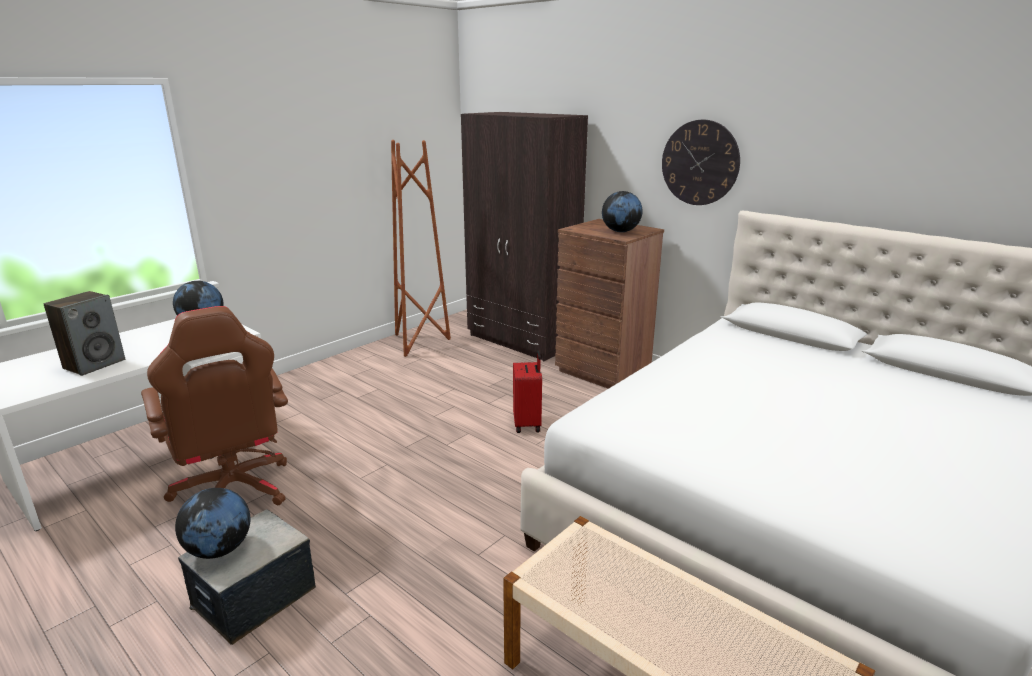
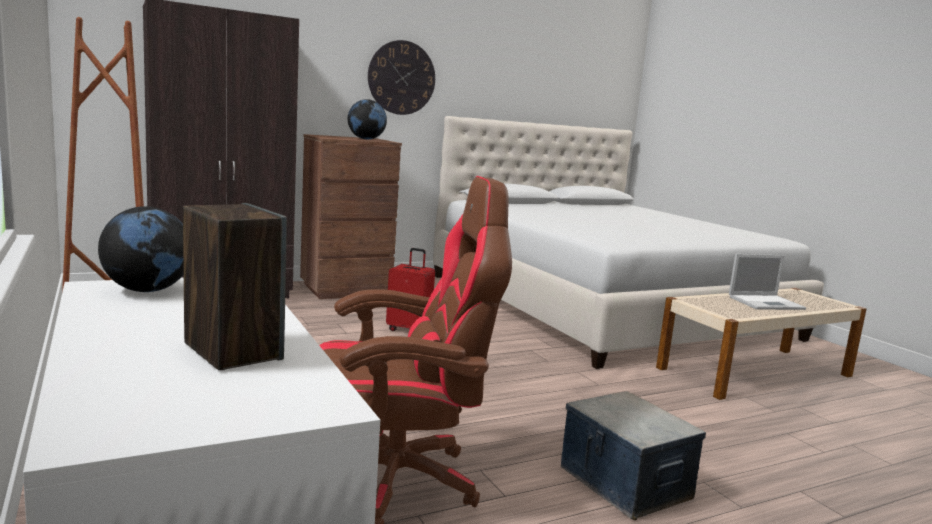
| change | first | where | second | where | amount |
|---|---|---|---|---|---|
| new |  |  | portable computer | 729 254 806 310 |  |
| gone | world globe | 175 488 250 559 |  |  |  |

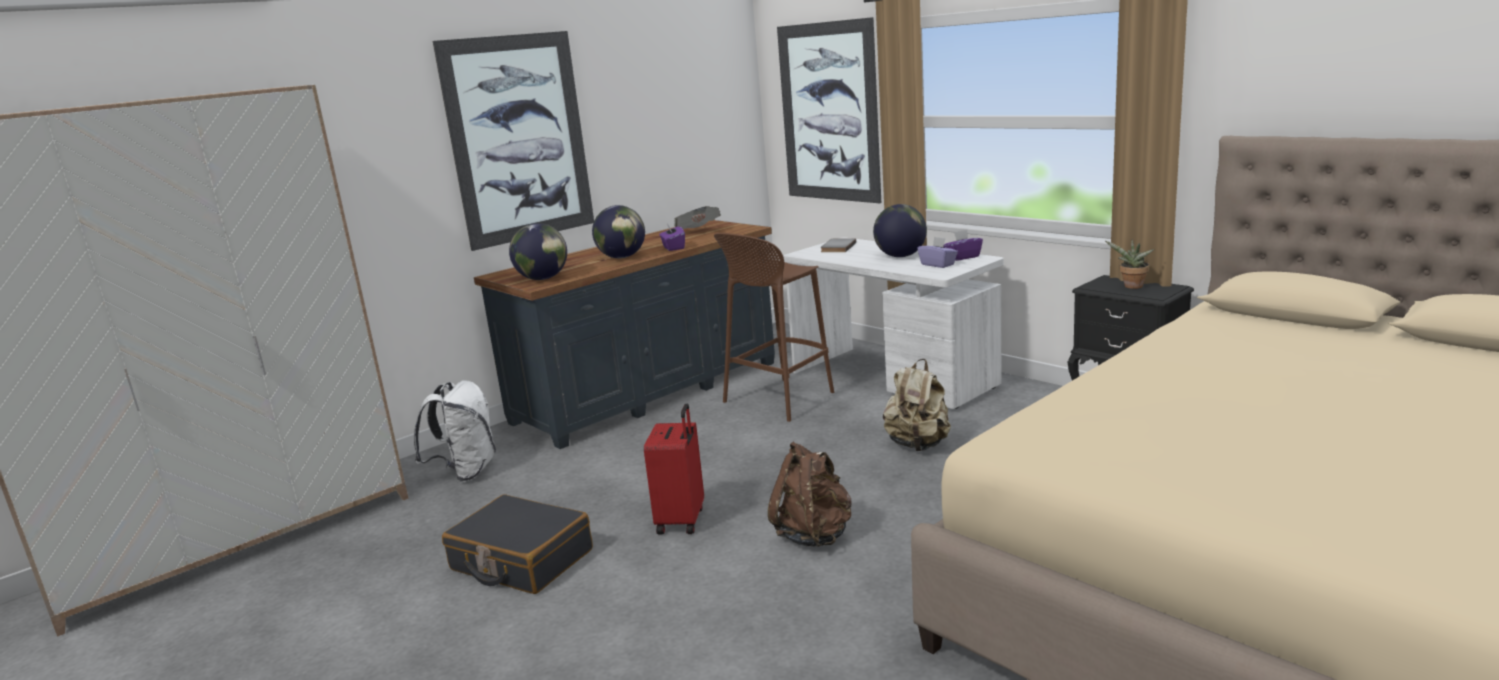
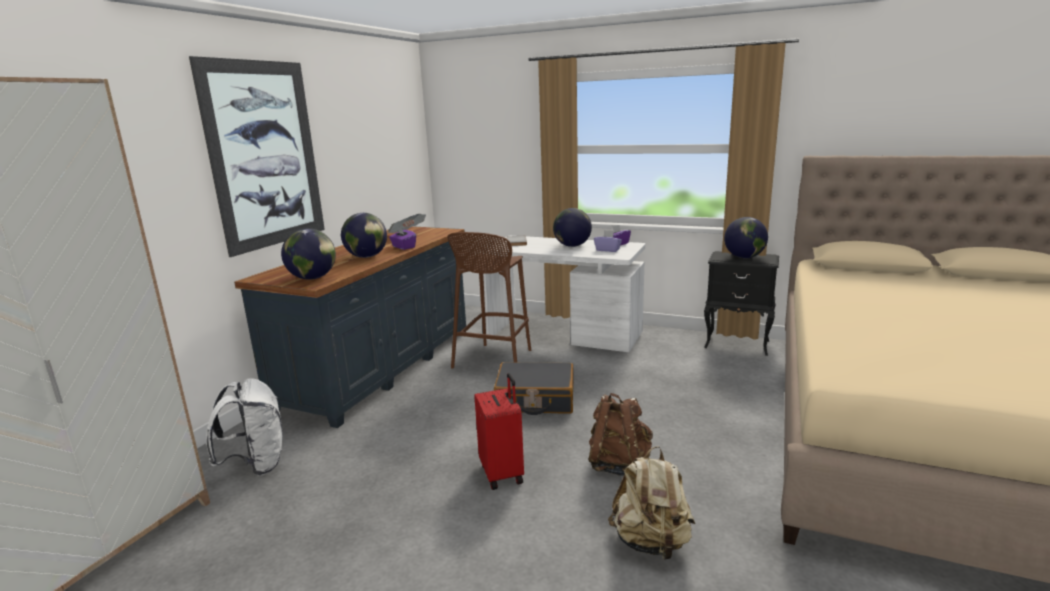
| change | first | where | second | where | amount |
|---|---|---|---|---|---|
| shifted | black travel case | 442 494 593 594 |  | 494 362 574 415 |  |
| shifted | beige knapsack | 883 359 951 451 |  | 608 446 695 561 |  |
| swapped | plant in a pot | 1105 239 1154 289 | world globe | 724 217 768 258 |  |
| gone | picture | 777 17 881 203 |  |  |  |

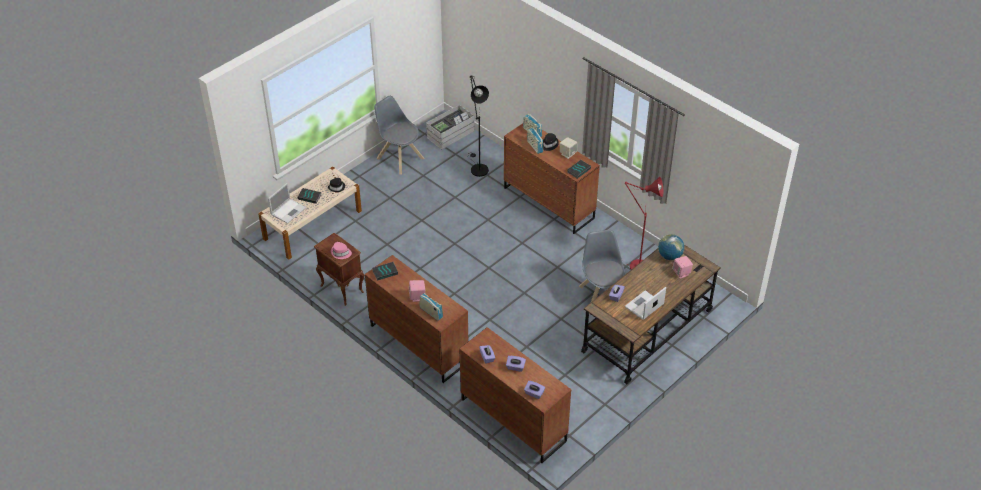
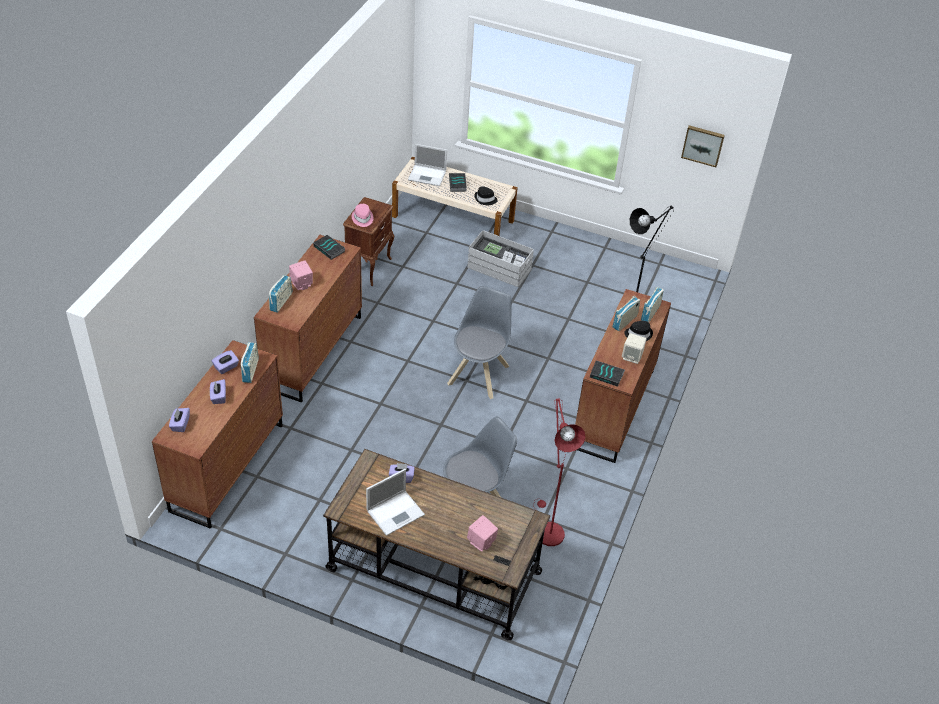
| change | first | where | second | where | amount |
|---|---|---|---|---|---|
| new |  |  | radio set | 241 342 259 383 |  |
| rotated | portable computer | 625 287 666 320 |  | 366 469 425 536 | 120 degrees clockwise |
| shifted | gray plain chair | 374 96 424 175 |  | 447 286 512 399 |  |
| shifted | gray storage bin | 426 105 474 149 |  | 467 230 534 287 |  |
| new |  |  | picture | 681 125 725 167 |  |
| gone | world globe | 658 234 684 260 |  |  |  |

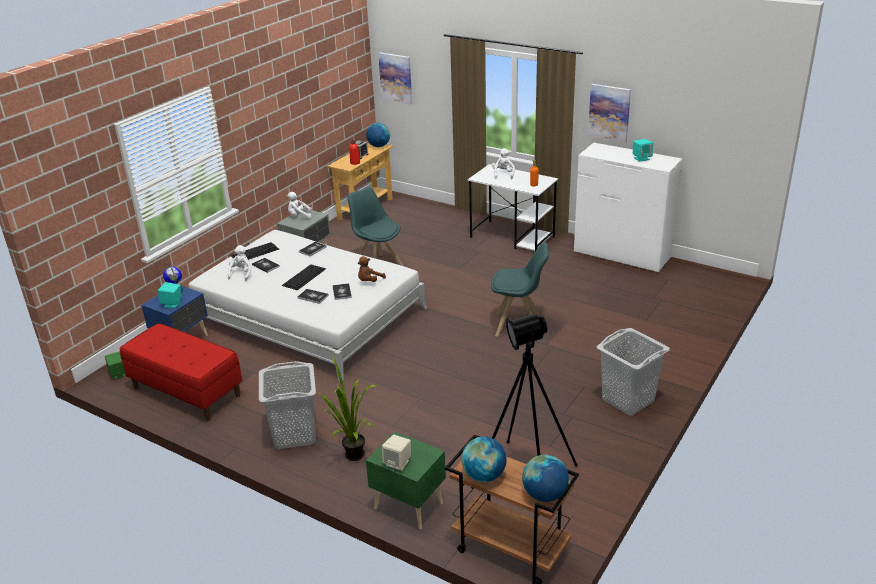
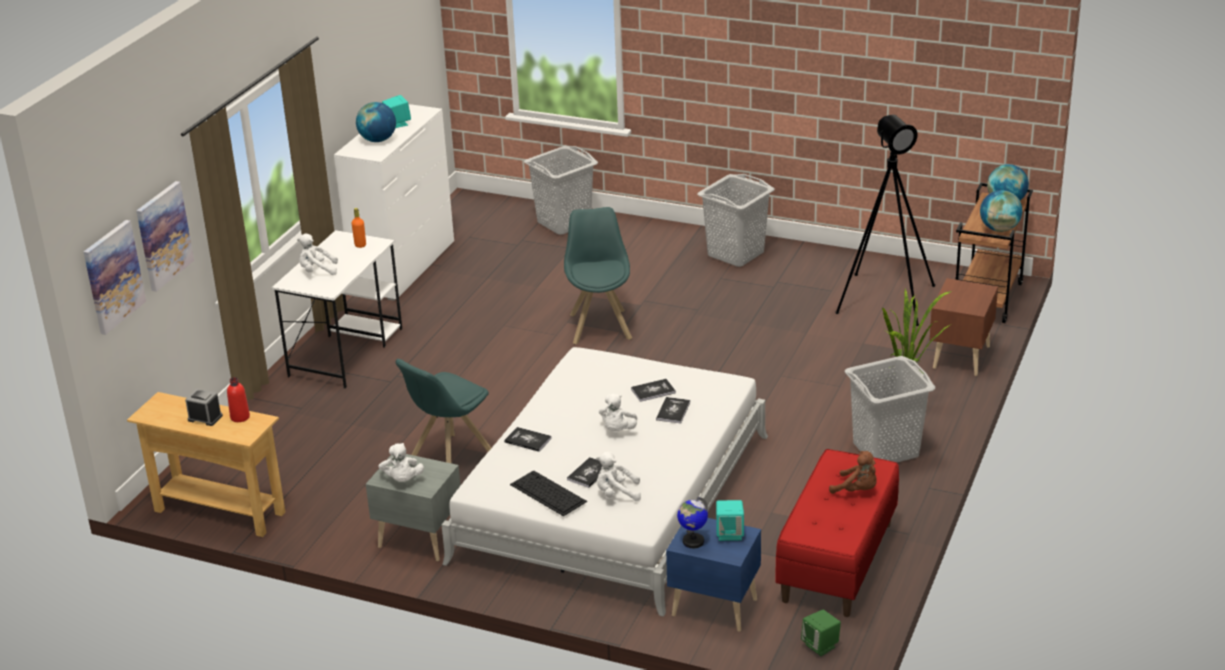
| change | first | where | second | where | amount |
|---|---|---|---|---|---|
| shifted | picture | 588 84 631 143 |  | 136 181 194 292 |  |
| shifted | world globe | 366 123 390 147 |  | 356 102 396 142 |  |
| new |  |  | gray laundry basket | 524 146 598 235 |  |
| swapped | PC keyboard | 282 264 326 290 | whitish soft toy | 599 393 637 431 |  |
| shifted | brownish soft toy | 357 256 386 282 |  | 829 451 877 494 |  |
| repainted | green night table | 366 431 446 529 | brownish night table | 929 278 998 376 |  |
| gone | beige audio speaker | 382 435 411 471 |  |  |  |

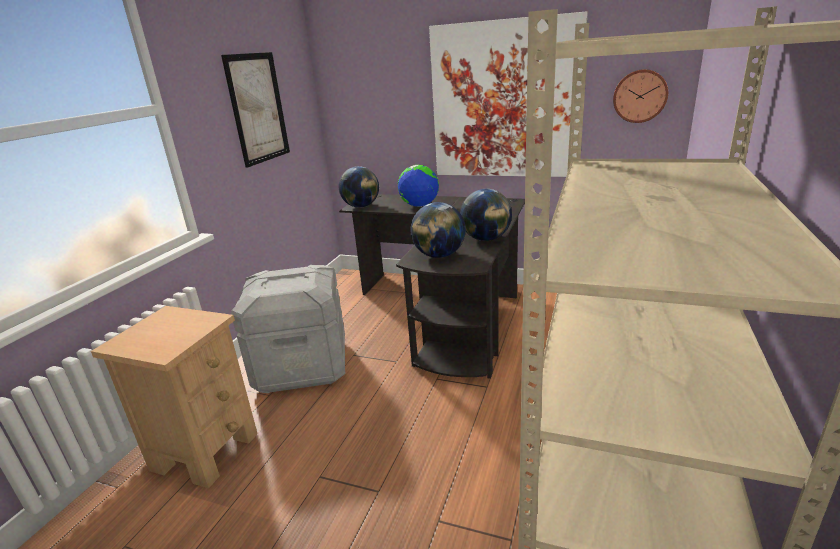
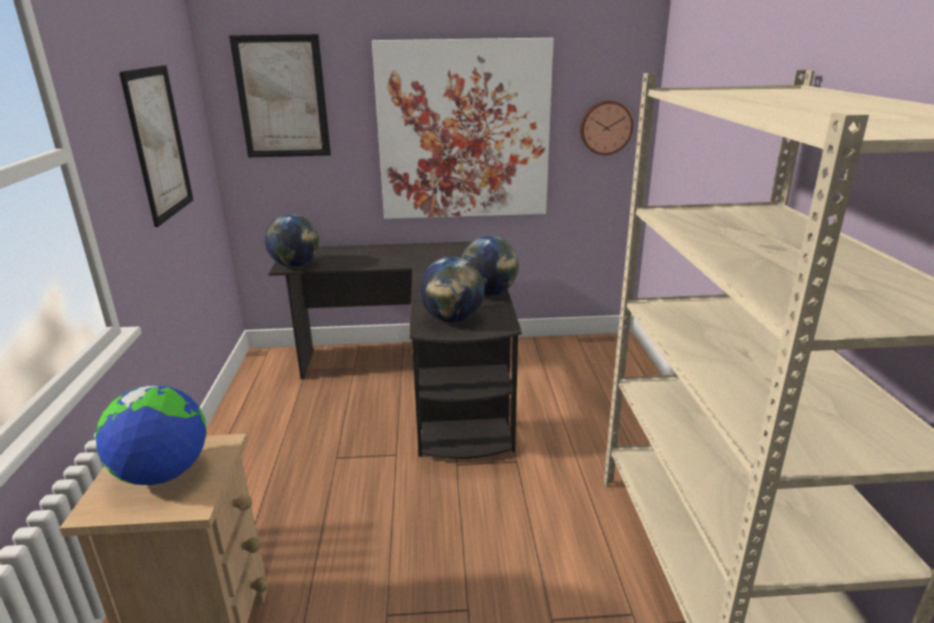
| change | first | where | second | where | amount |
|---|---|---|---|---|---|
| shifted | world globe | 398 165 439 207 |  | 95 385 207 485 |  |
| new |  |  | picture | 229 34 331 157 |  |
| gone | gray storage bin | 231 265 346 393 |  |  |  |

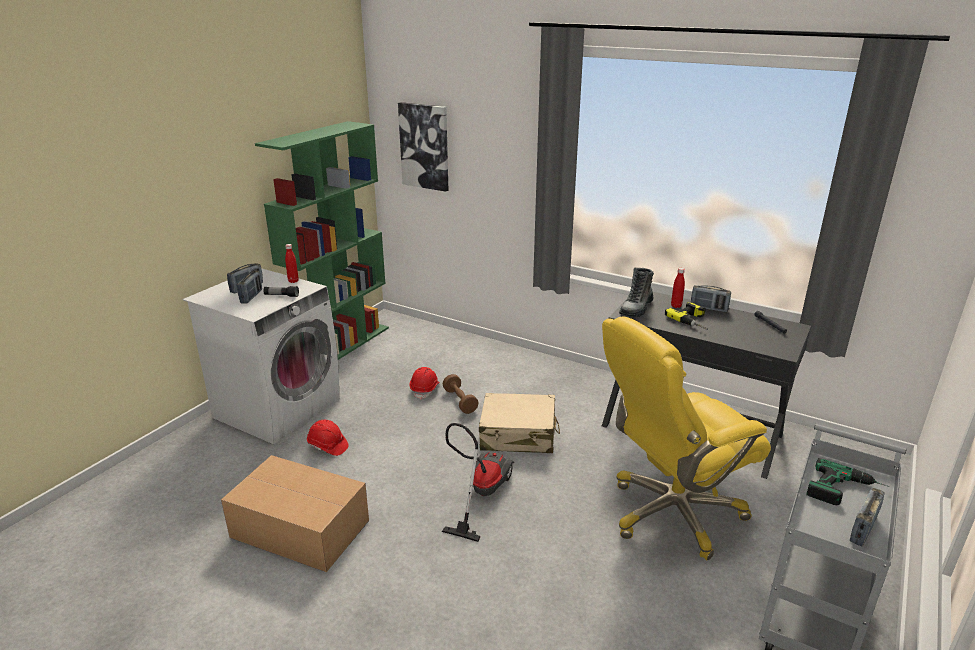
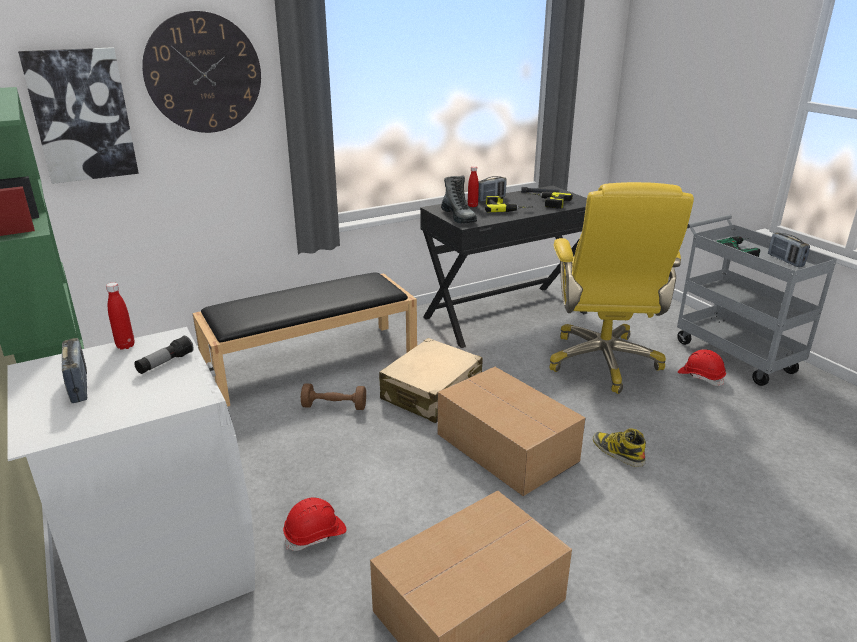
| change | first | where | second | where | amount |
|---|---|---|---|---|---|
| new |  |  | wall clock | 142 11 261 133 |  |
| new |  |  | black indoor bench | 192 272 417 407 |  |
| swapped | hoover | 442 423 514 542 | cardboard box | 437 367 585 496 |  |
| new |  |  | drill | 526 192 573 209 |  |
| new |  |  | tall boot | 593 428 646 467 |  |
| shifted | red hard hat | 410 367 439 400 |  | 678 349 726 386 |  |
| gone | radio set | 237 271 262 304 |  |  |  |

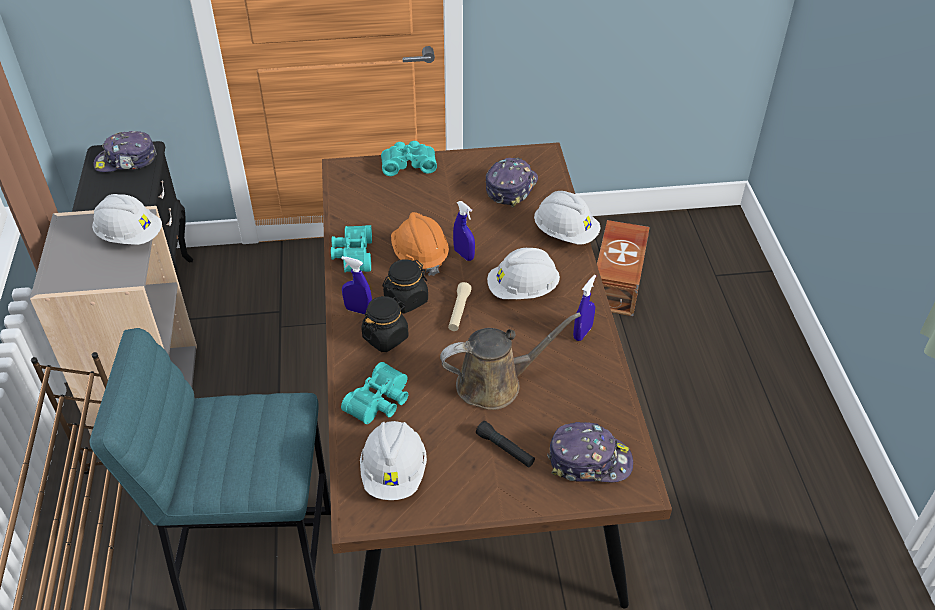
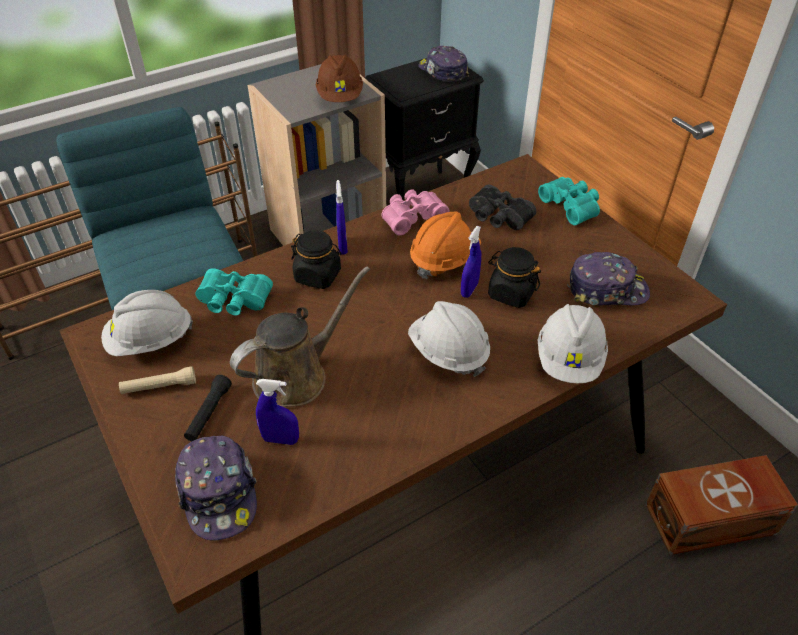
| change | first | where | second | where | amount |
|---|---|---|---|---|---|
| shifted | beige flashlight | 448 282 472 331 |  | 119 366 196 394 |  |
| rotated | brownish watering pot | 440 312 581 410 |  | 230 267 370 407 | 90 degrees counterclockwise |
| shifted | bluish spray bottle | 573 275 596 341 |  | 256 379 299 445 |  |
| repainted | whitish hard hat | 92 194 162 245 | brownish hard hat | 316 55 363 102 |  |
| repainted | turquoise field glasses | 331 225 372 272 | pink-coloured field glasses | 381 190 450 236 |  |
| new |  |  | black field glasses | 469 185 536 230 |  |
| shifted | black preserve jar | 382 259 428 314 |  | 488 247 541 308 |  |

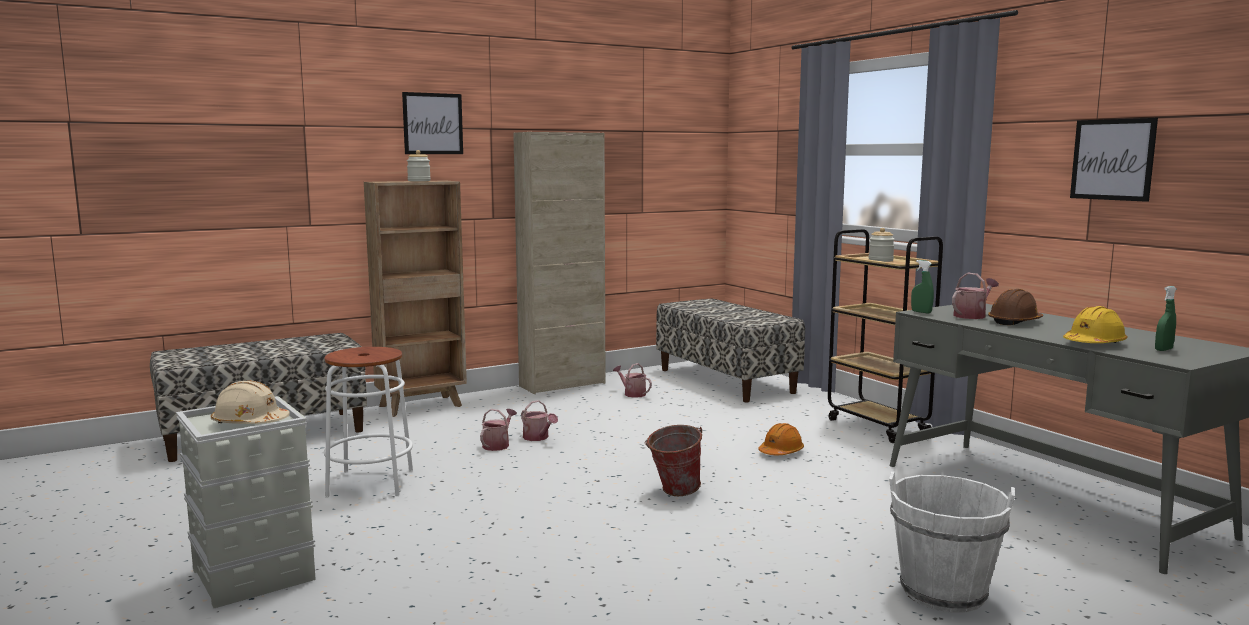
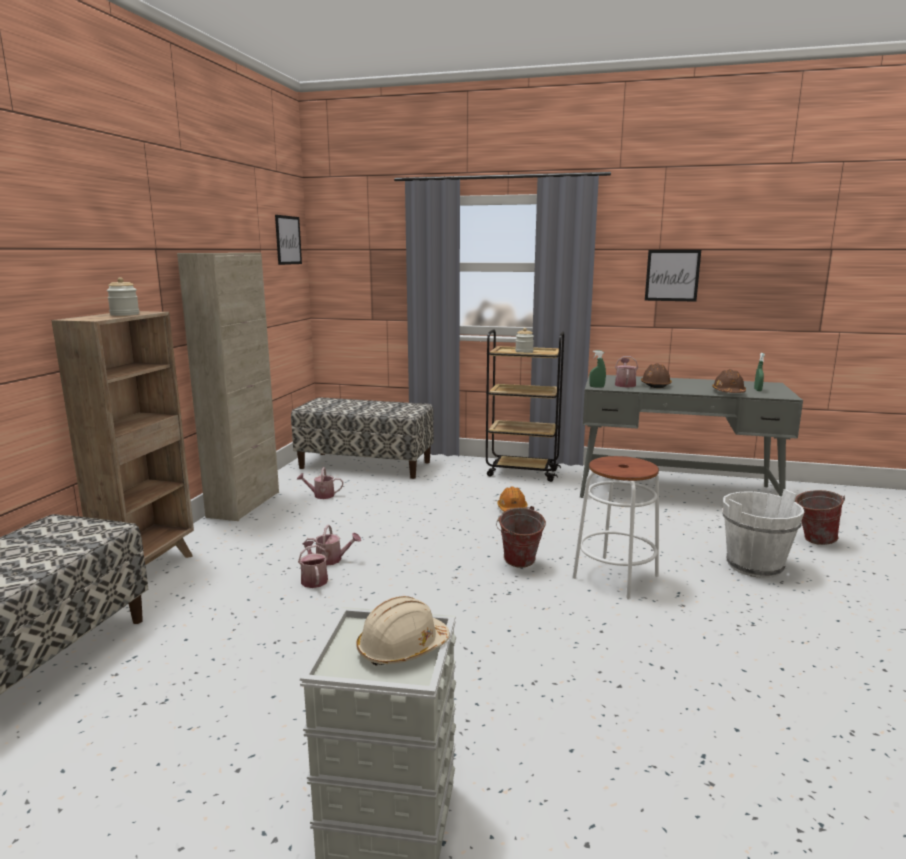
| change | first | where | second | where | amount |
|---|---|---|---|---|---|
| shifted | picture | 402 92 463 154 |  | 275 215 302 265 |  |
| shifted | whitish sitting stool | 324 347 413 498 |  | 572 456 659 599 |  |
| repainted | yellow-coloured hard hat | 1063 306 1127 343 | brownish hard hat | 712 369 746 393 |  |
| new |  |  | bucket | 795 490 845 545 |  |

